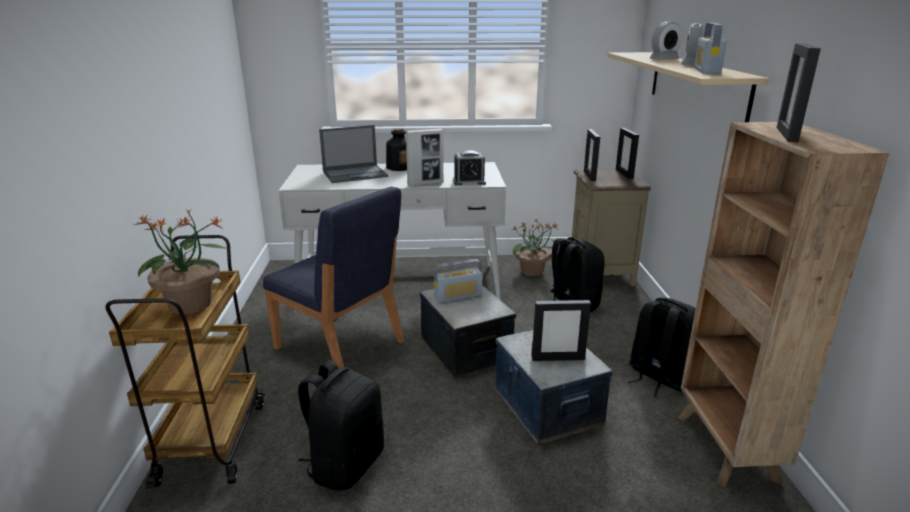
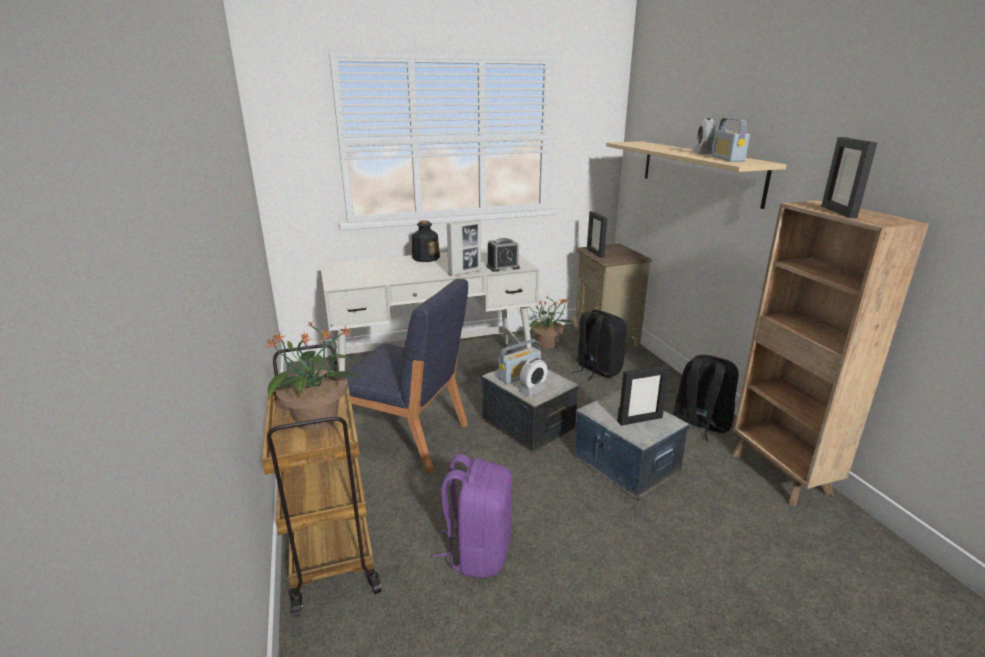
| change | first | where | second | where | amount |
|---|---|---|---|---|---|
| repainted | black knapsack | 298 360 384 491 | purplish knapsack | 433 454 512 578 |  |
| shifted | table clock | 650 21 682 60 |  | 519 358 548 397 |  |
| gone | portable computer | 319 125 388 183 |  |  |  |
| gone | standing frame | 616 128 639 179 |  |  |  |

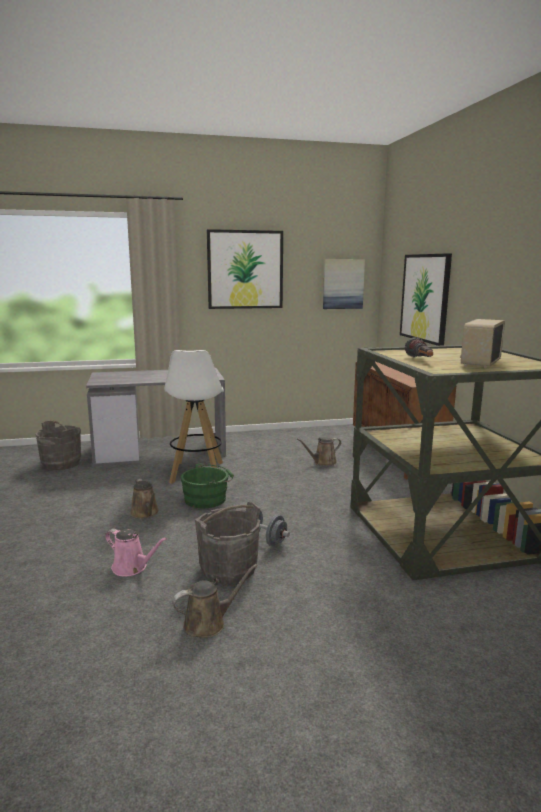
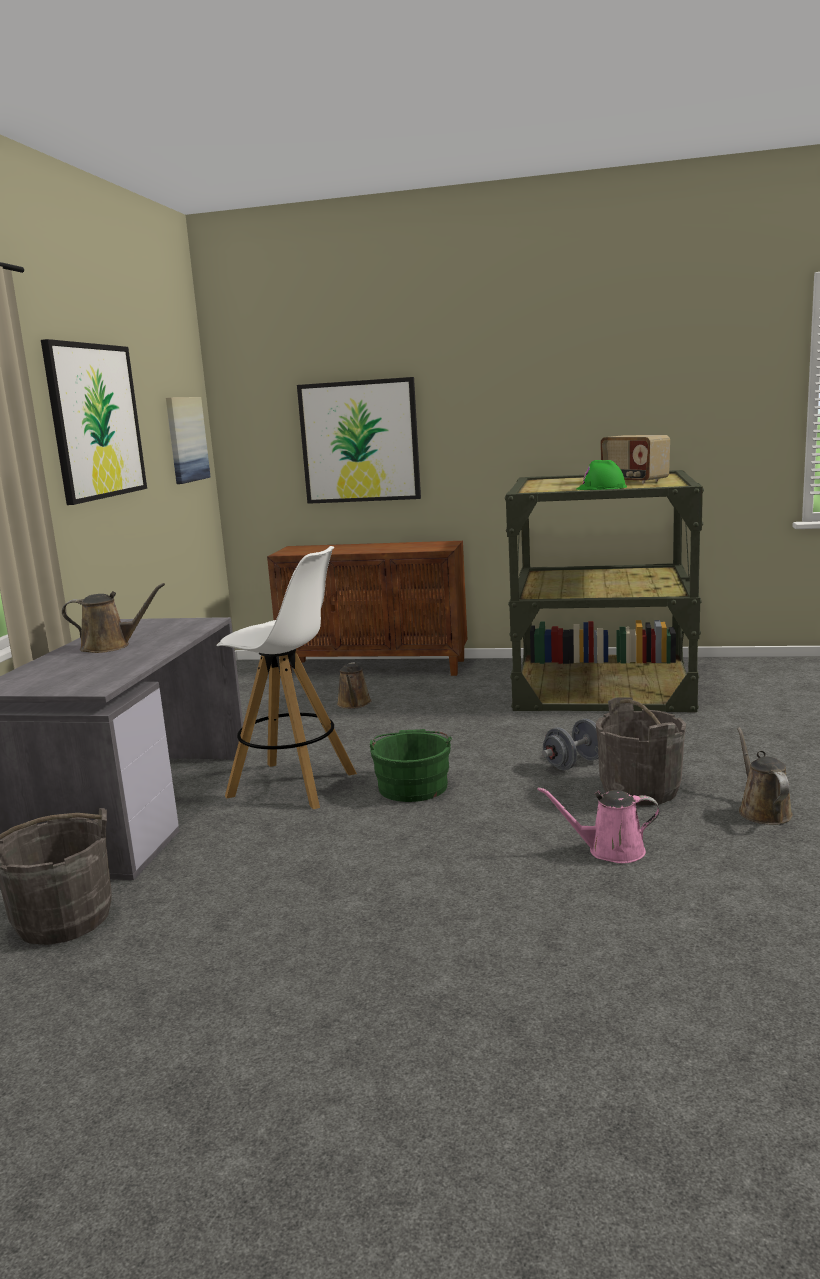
| change | first | where | second | where | amount |
|---|---|---|---|---|---|
| shifted | brownish watering pot | 130 479 159 519 |  | 62 583 165 653 |  |
| rotated | pink-coloured watering pot | 105 529 167 576 |  | 538 787 660 863 | 135 degrees counterclockwise |
| swapped | flashlight | 405 337 433 358 | green hard hat | 577 460 627 490 |  |

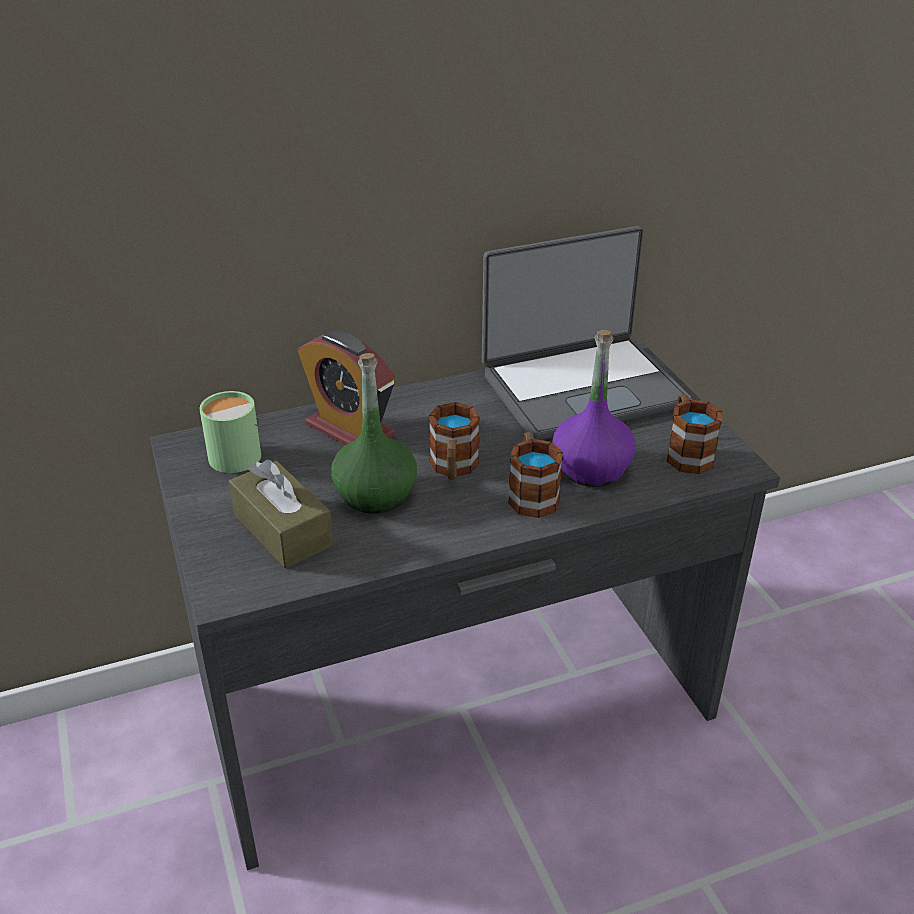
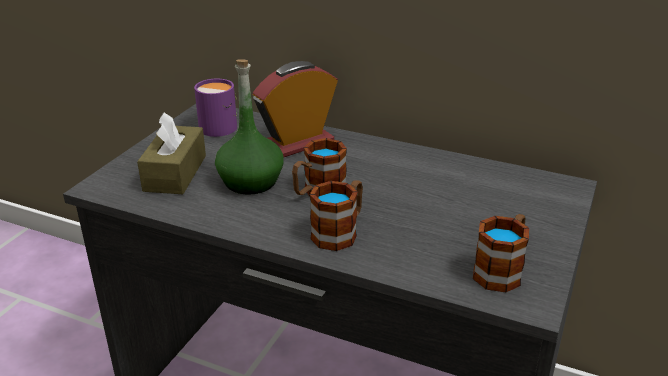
| change | first | where | second | where | amount |
|---|---|---|---|---|---|
| repainted | green tea mug | 200 391 261 473 | purplish tea mug | 194 79 237 137 |  |
| rotated | table clock | 298 331 395 445 |  | 253 61 338 157 | 60 degrees clockwise |
| gone | portable computer | 482 226 691 440 |  |  |  |
| gone | purplish bottle | 552 330 636 487 |  |  |  |

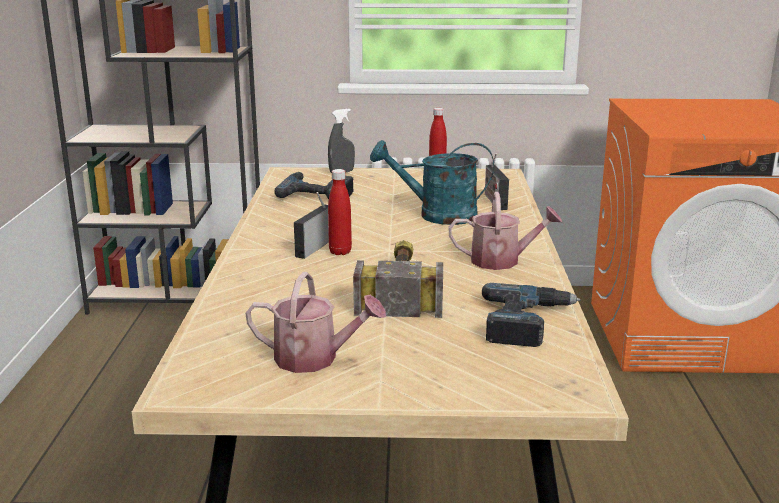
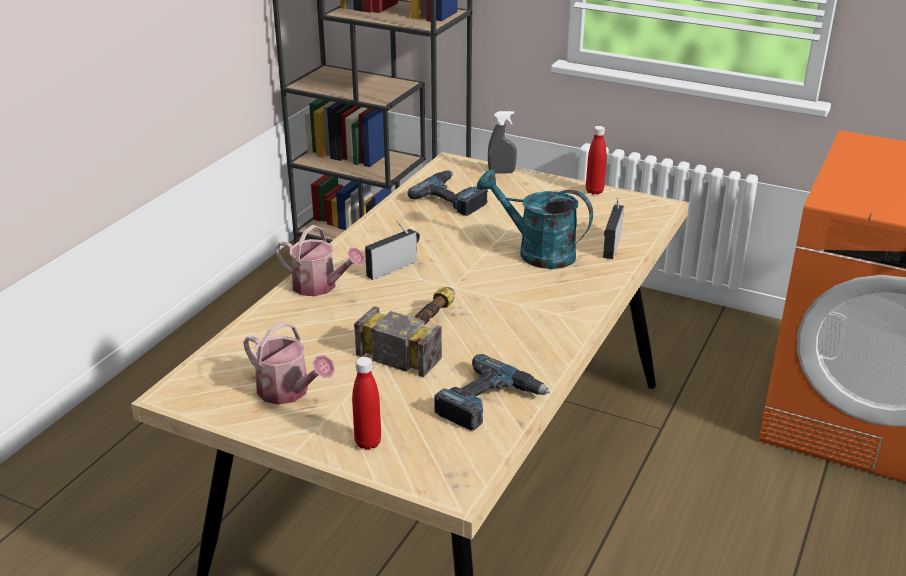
| change | first | where | second | where | amount |
|---|---|---|---|---|---|
| shifted | watering pot | 448 192 562 270 |  | 275 225 365 297 |  |
| shifted | red bottle | 328 169 352 255 |  | 352 357 381 450 |  |

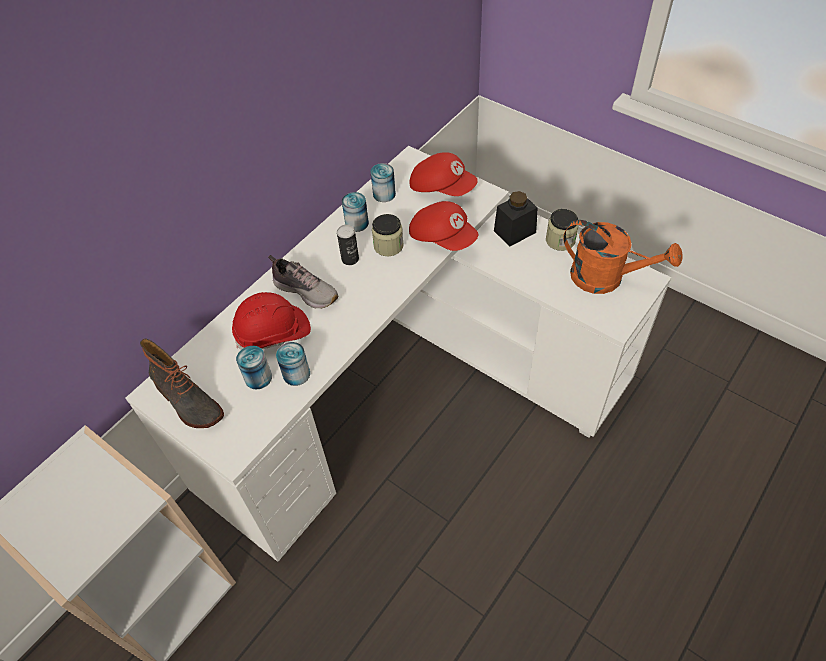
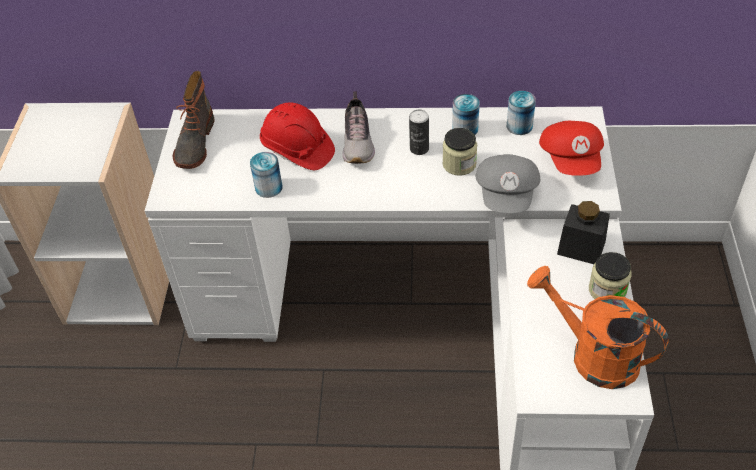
| change | first | where | second | where | amount |
|---|---|---|---|---|---|
| repainted | red cap | 409 201 478 251 | gray cap | 476 154 540 213 |  |
| rotated | orange watering pot | 563 220 683 294 |  | 527 266 669 389 | 135 degrees clockwise |
| gone | can | 236 346 272 390 |  |  |  |

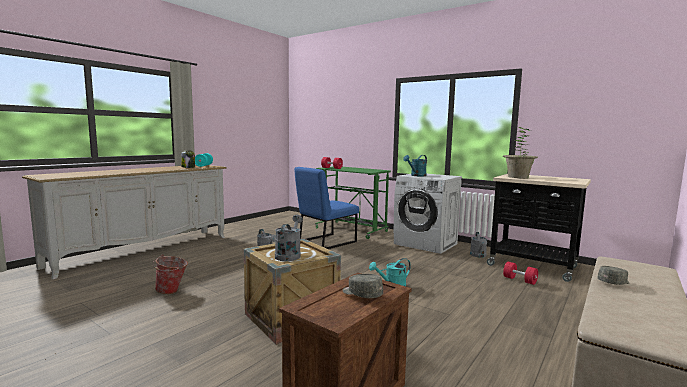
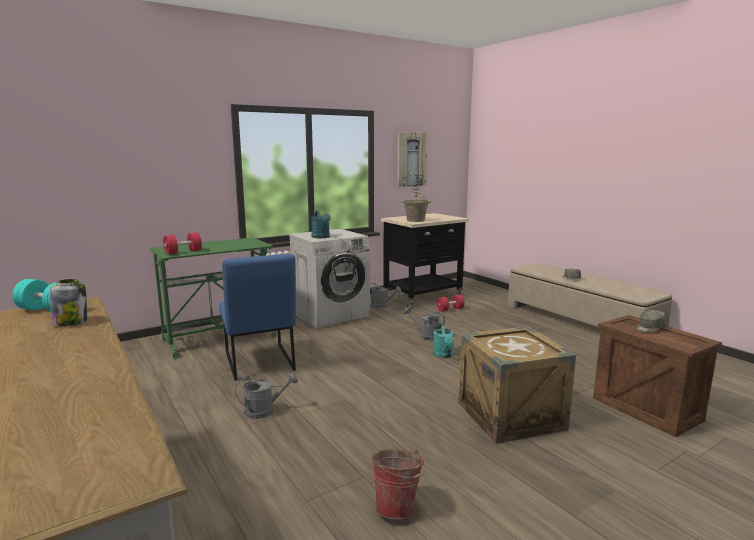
| change | first | where | second | where | amount |
|---|---|---|---|---|---|
| new |  |  | picture | 397 133 427 187 |  |
| shifted | gray watering pot | 275 215 303 261 |  | 404 307 445 340 |  |

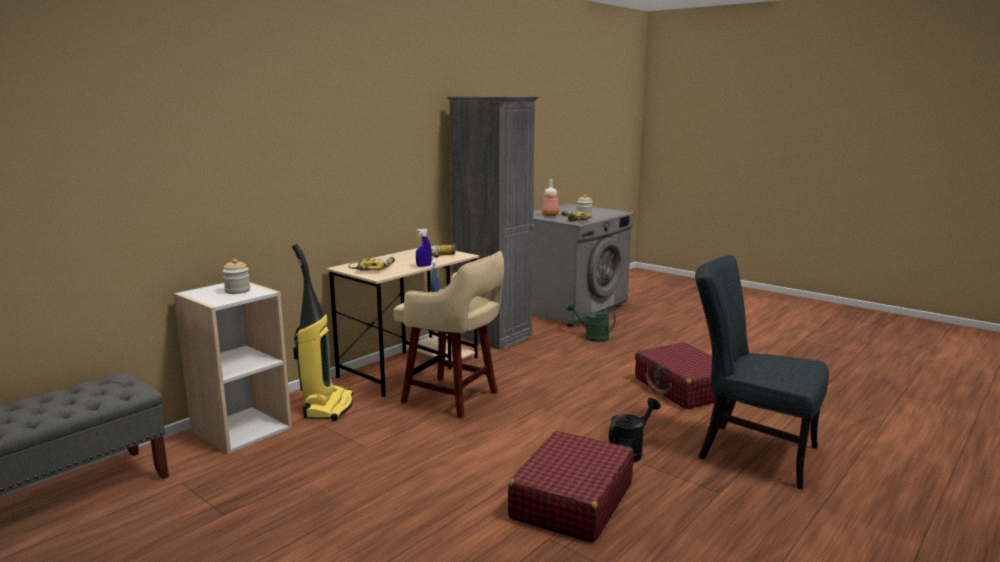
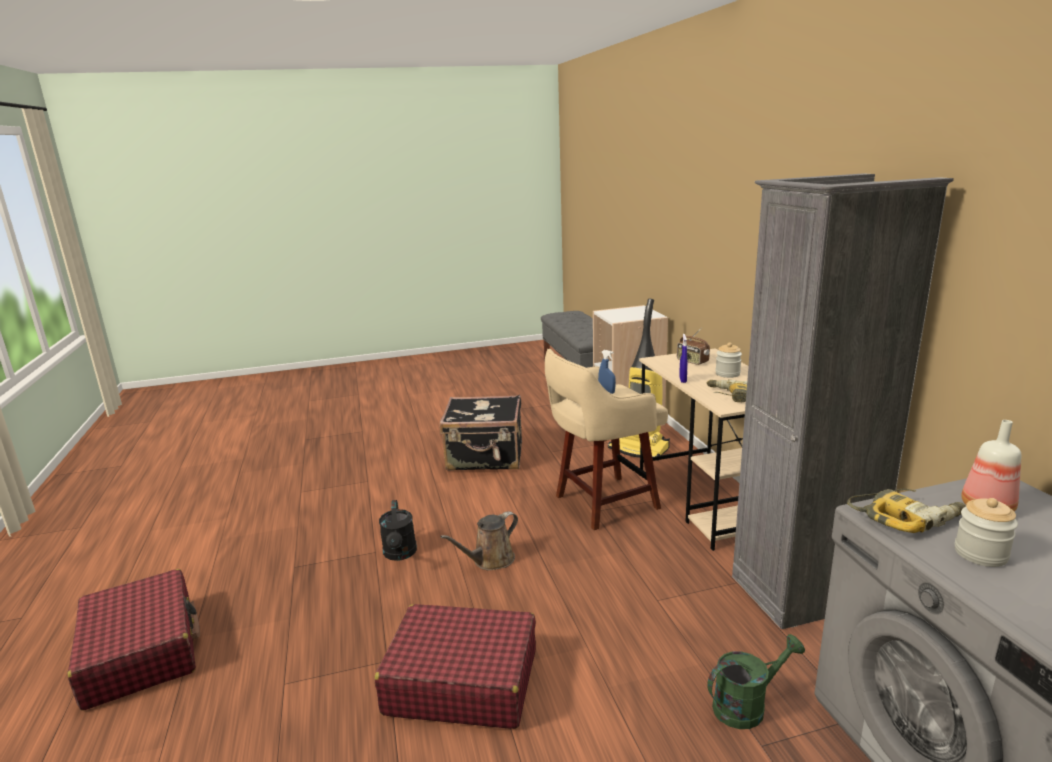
| change | first | where | second | where | amount |
|---|---|---|---|---|---|
| shifted | red travel case | 508 431 634 543 |  | 67 569 200 711 |  |
| new |  |  | black travel case | 440 395 522 471 |  |
| new |  |  | brownish watering pot | 440 511 518 570 |  |
| swapped | drill | 348 257 395 270 | radio set | 677 328 710 365 |  |
| shifted | preserve jar | 223 259 250 294 |  | 715 343 742 378 |  |
| gone | gray plain chair | 695 255 829 489 |  |  |  |

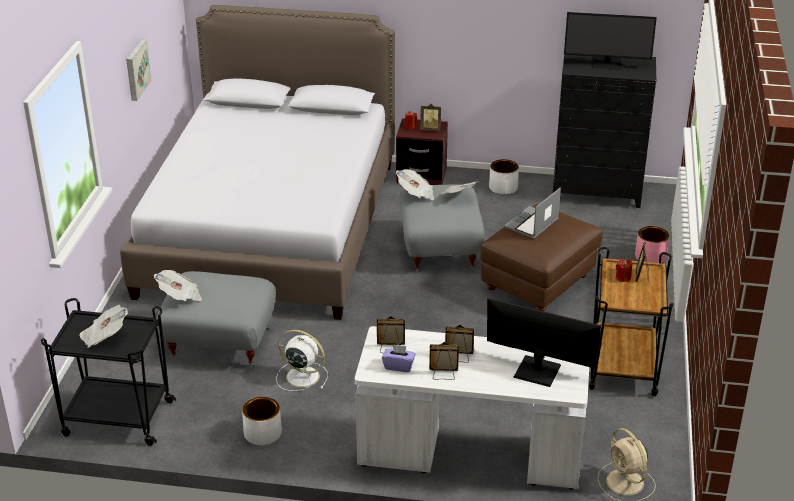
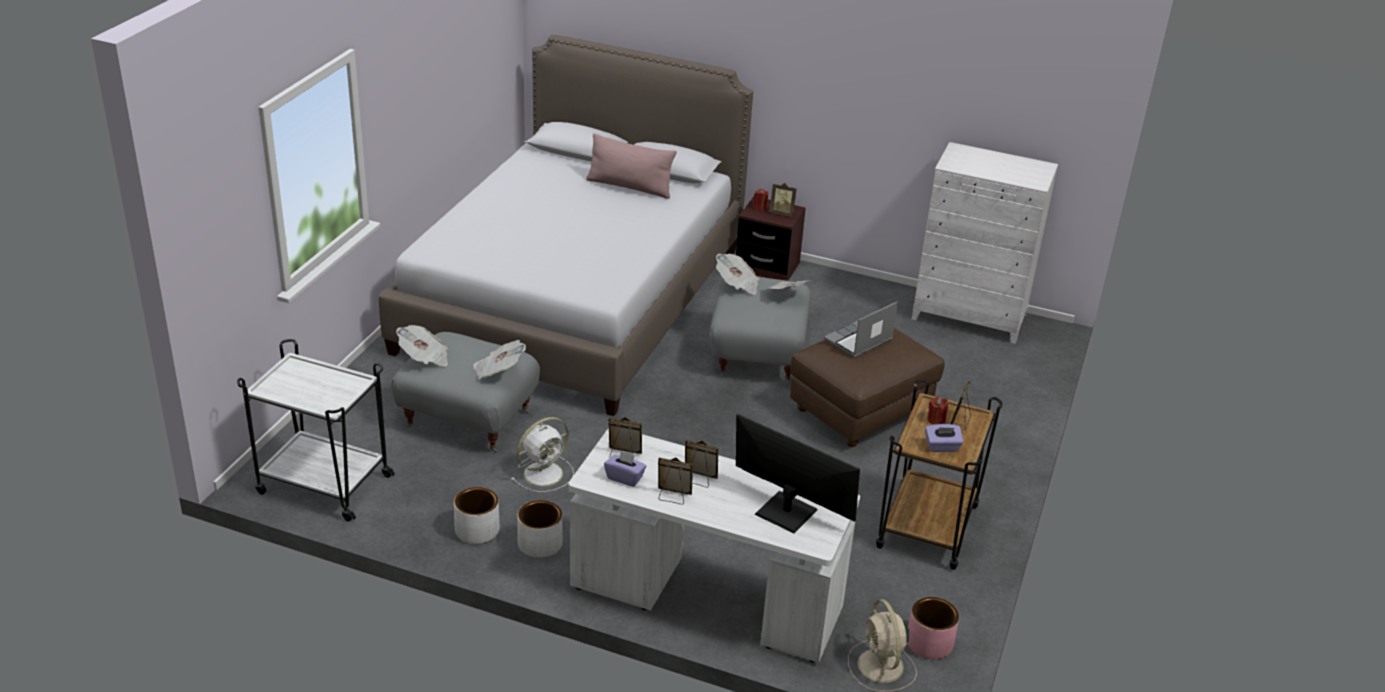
| change | first | where | second | where | amount |
|---|---|---|---|---|---|
| repainted | black cart | 41 298 176 446 | whitish cart | 237 339 395 521 |  |
| shifted | printed paper | 79 305 128 348 |  | 473 340 526 379 |  |
| rotated | whitish cooling fan | 276 330 328 391 |  | 511 417 574 492 | 105 degrees clockwise |
| shifted | whitish flower pot | 489 159 519 195 |  | 517 500 563 558 |  |
| new |  |  | pink-coloured pillow | 586 133 677 199 |  |
| shifted | pink-coloured flower pot | 635 226 669 263 |  | 907 597 959 659 |  |
| repainted | black dresser | 553 55 656 208 | whitish dresser | 912 142 1058 344 |  |
| new |  |  | purplish tissue box | 925 424 964 452 |  |
| gone | picture | 126 40 151 101 |  |  |  |
| gone | computer display | 564 12 657 70 |  |  |  |

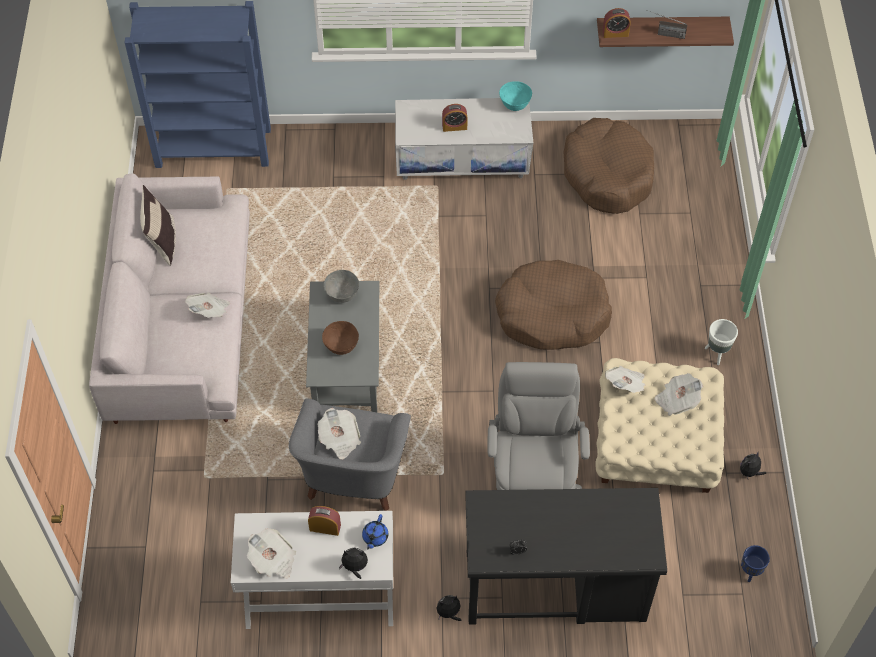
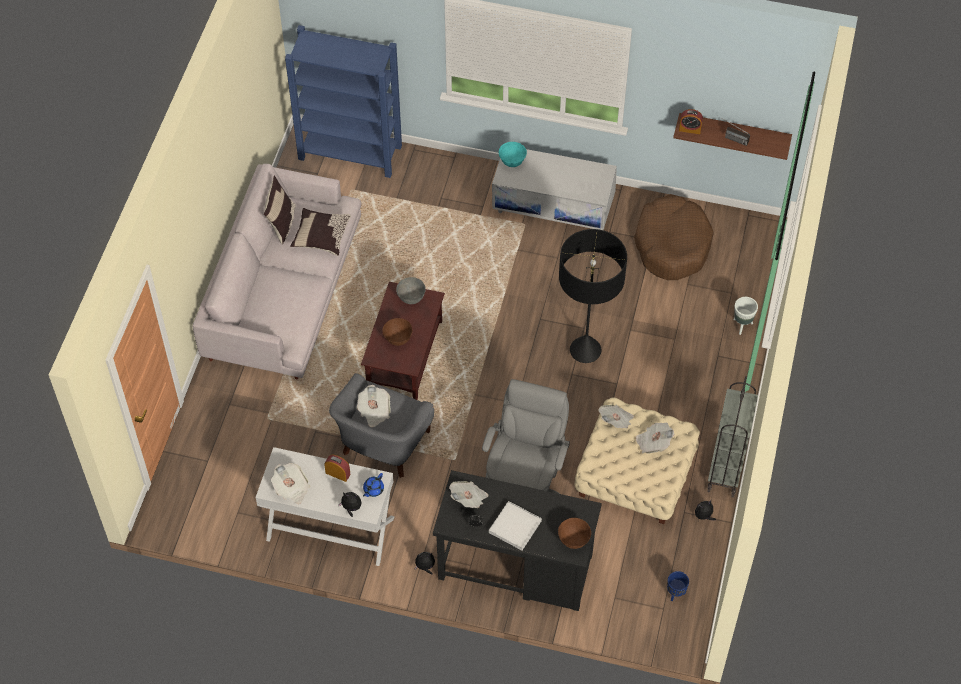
| change | first | where | second | where | amount |
|---|---|---|---|---|---|
| new |  |  | pillow | 290 208 351 256 |  |
| repainted | gray lounge table | 306 281 379 412 | brownish lounge table | 361 282 445 400 |  |
| shifted | printed paper | 185 293 230 318 |  | 449 481 489 508 |  |
| new |  |  | whitish tray | 489 501 542 550 |  |
| shifted | turquoise serving bowl | 499 81 532 111 |  | 499 142 527 167 |  |
| new |  |  | brownish serving bowl | 558 518 591 549 |  |
| swapped | brownish dog cushion | 495 260 612 350 | black floor lamp | 559 229 627 363 |  |
| new |  |  | gray cart | 707 376 758 498 |  |
| shifted | whitish flower pot | 705 319 738 365 |  | 733 297 758 335 |  |
| gone | table clock | 442 104 468 132 |  |  |  |

